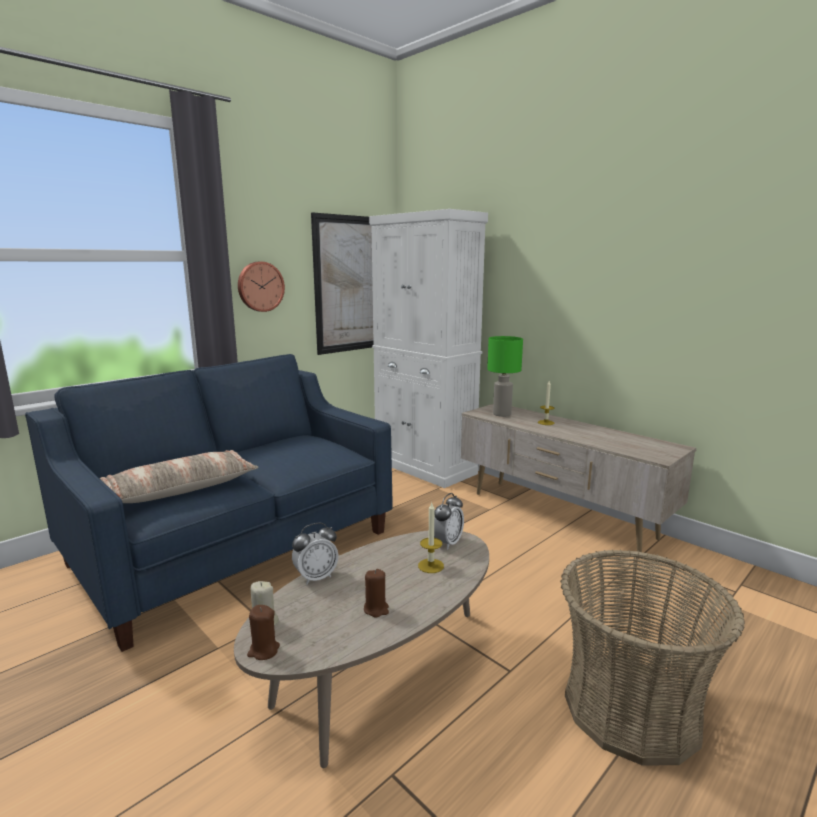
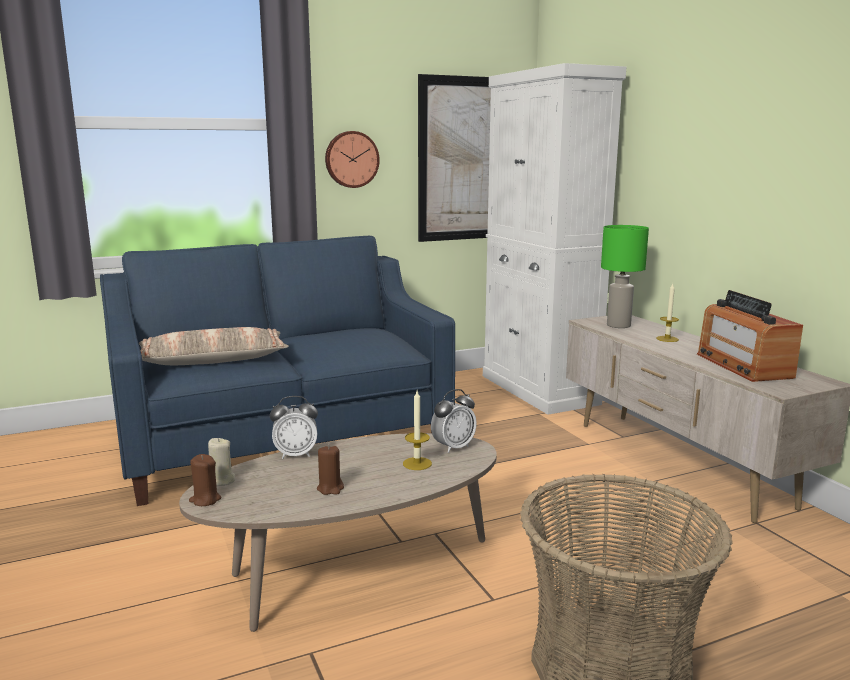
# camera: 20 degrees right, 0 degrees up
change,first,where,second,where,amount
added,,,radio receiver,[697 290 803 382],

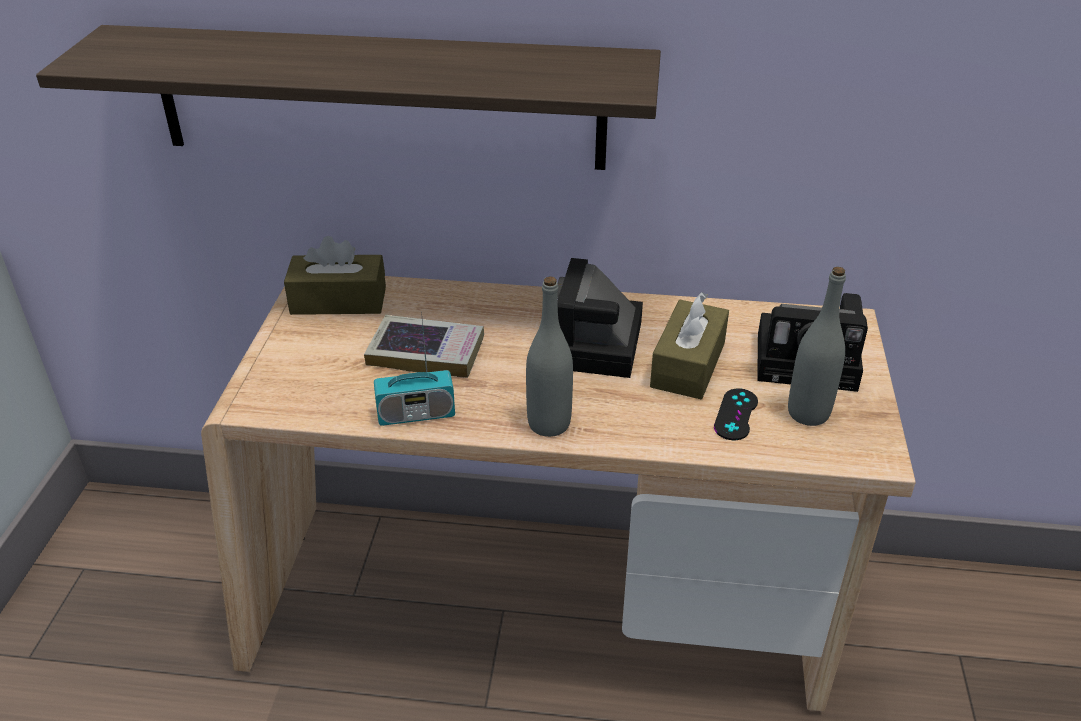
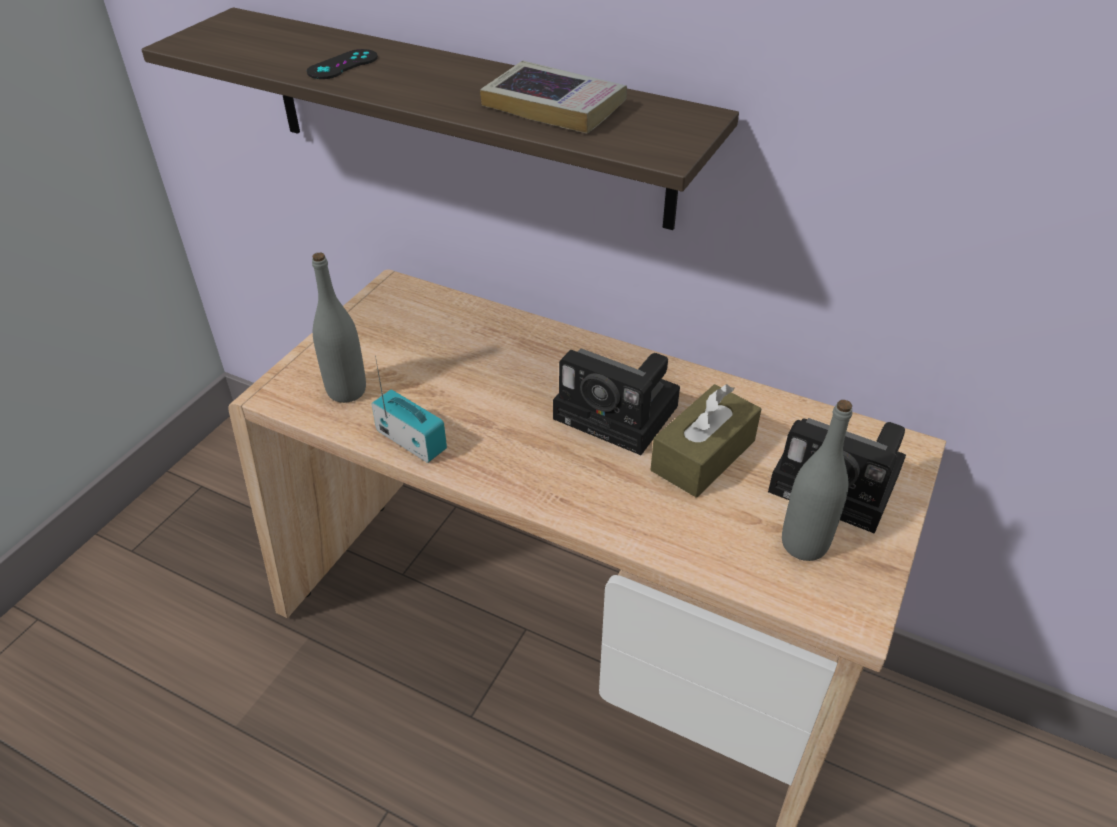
# camera: 20 degrees right, 5 degrees up
change,first,where,second,where,amount
removed,tissue box in brownish,[284 236 386 315],,,
turned,still camera,[557 258 643 378],,[553 348 680 455],90 degrees counterclockwise
moved,beverage bottle in grey,[526 276 573 437],,[312 252 366 403],
turned,radio receiver,[374 311 455 426],,[371 355 447 463],150 degrees counterclockwise
moved,book,[364 315 484 378],,[480 61 627 134],
moved,joypad in black-coloured,[714 388 758 440],,[307 49 378 79],

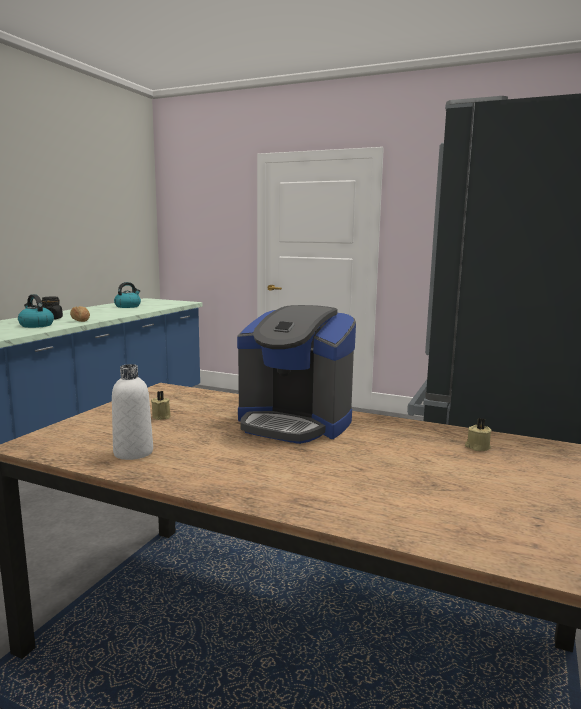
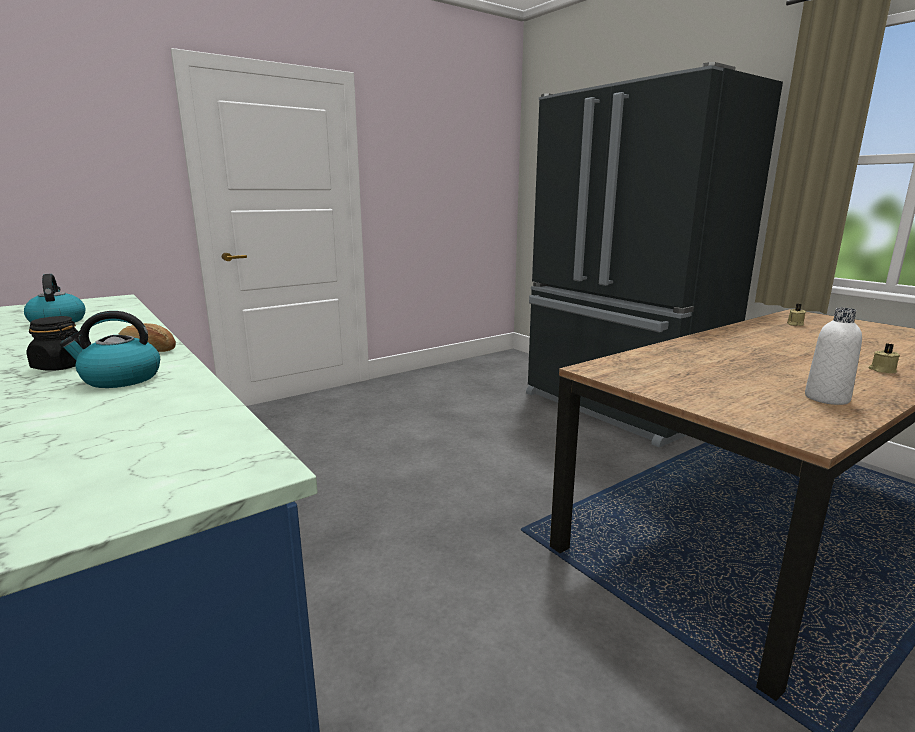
# camera: 60 degrees left, 5 degrees up
change,first,where,second,where,amount
removed,coffee machine,[237 305 356 444],,,
moved,candle in beige,[151 391 171 420],,[868 343 900 373],

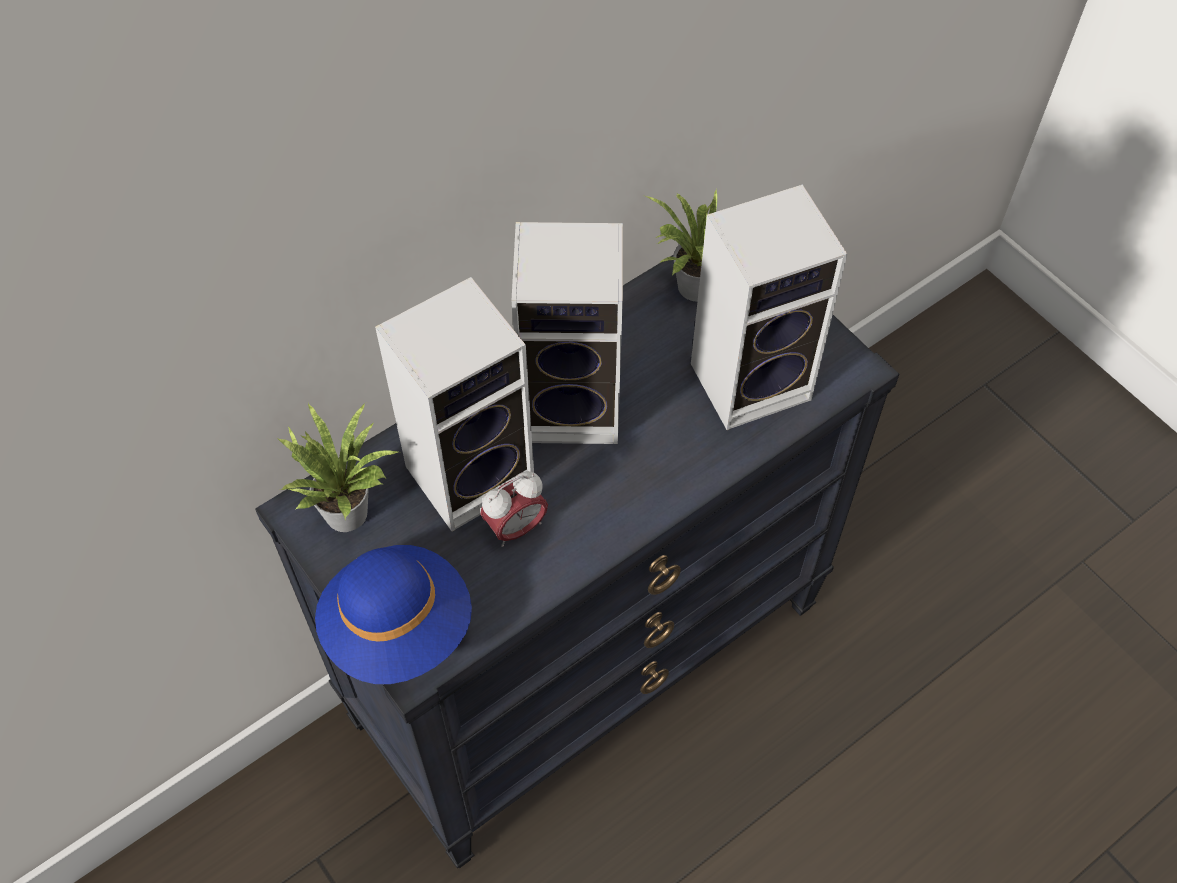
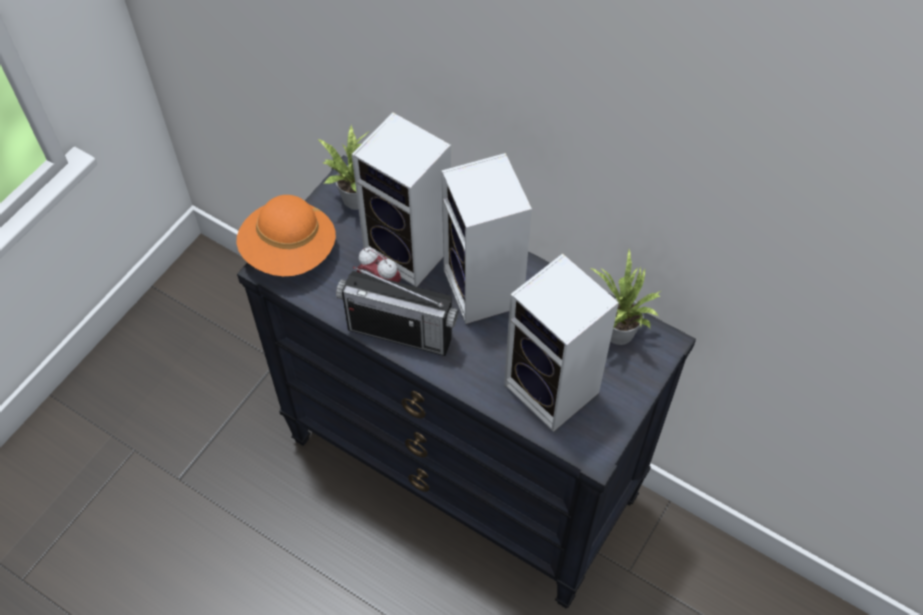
# camera: 70 degrees right, 0 degrees up
change,first,where,second,where,amount
recoloured,clothing hat in blue,[315 545 472 684],clothing hat in orange,[237 195 336 276],
added,,,radio receiver,[336 266 458 356],

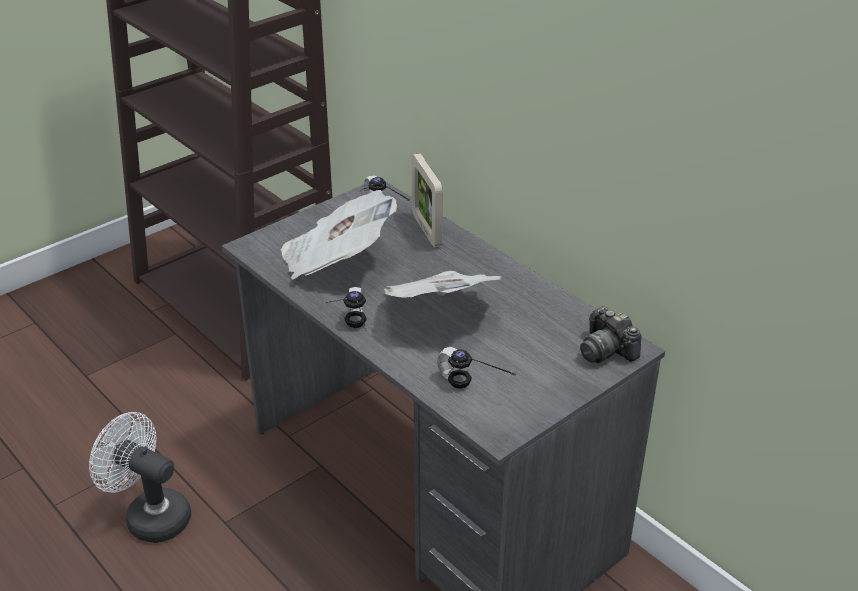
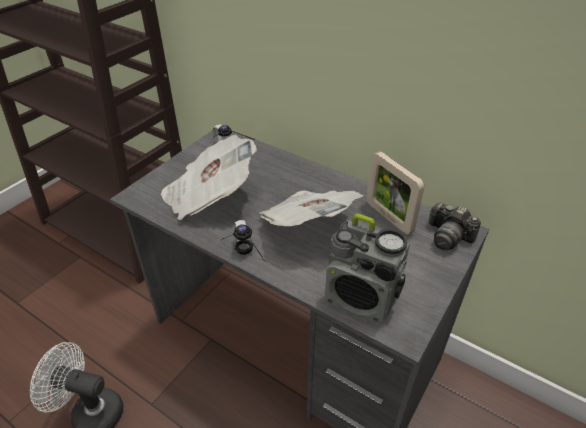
# camera: 15 degrees left, 5 degrees up
change,first,where,second,where,amount
moved,standing frame,[411 153 443 247],,[367 151 425 234],
replaced,headphones,[437 347 516 389],radio receiver,[325 214 410 323],

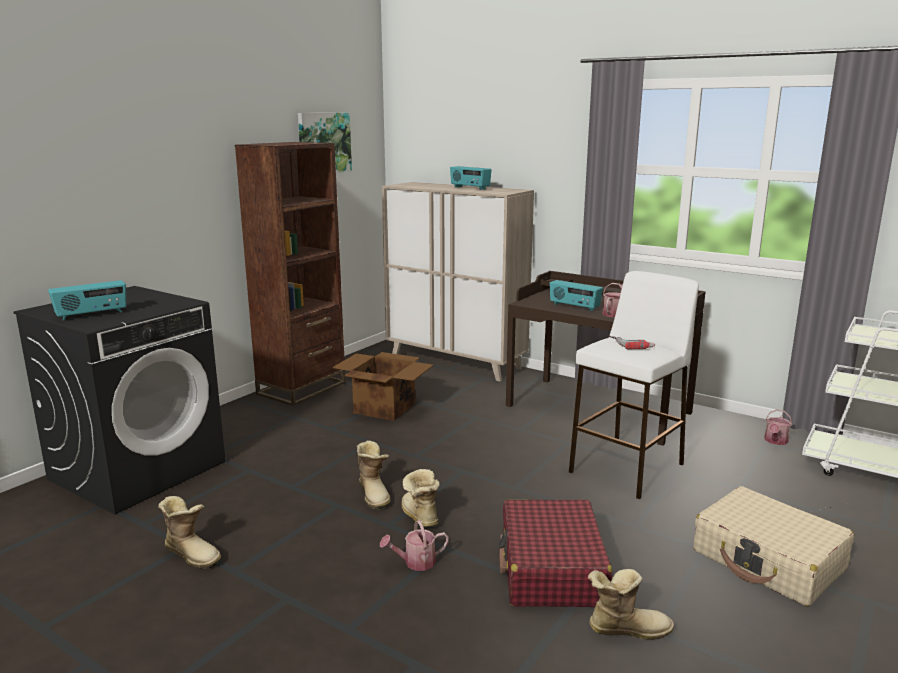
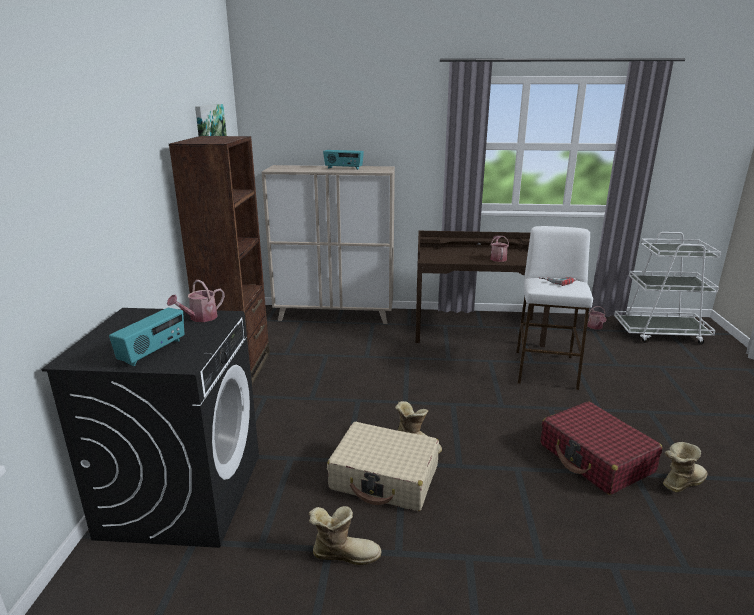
# camera: 30 degrees left, 5 degrees up
change,first,where,second,where,amount
removed,radio receiver,[549 280 603 312],,,
removed,packing box,[333 352 434 421],,,
removed,boot,[401 469 440 527],,,
moved,piece of luggage in beige,[694 486 854 606],,[327 422 439 511],
moved,watering pot,[380 520 449 571],,[167 280 225 322],

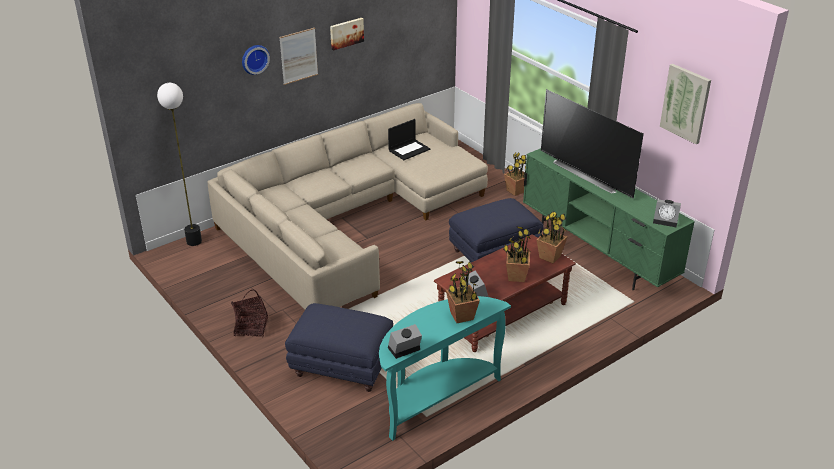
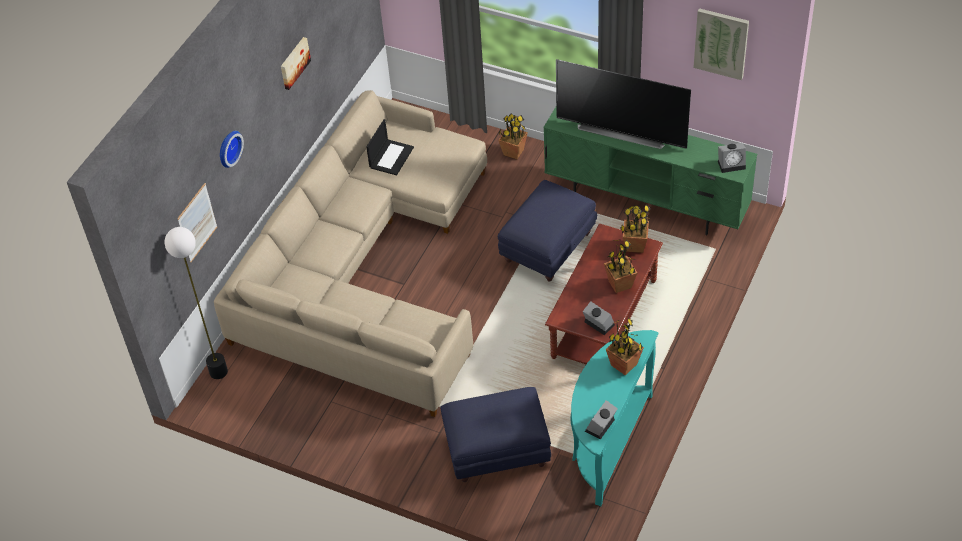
# camera: 25 degrees left, 15 degrees up
change,first,where,second,where,amount
moved,picture,[279 28 318 85],,[177 183 217 262],
removed,household basket,[231 290 268 337],,,

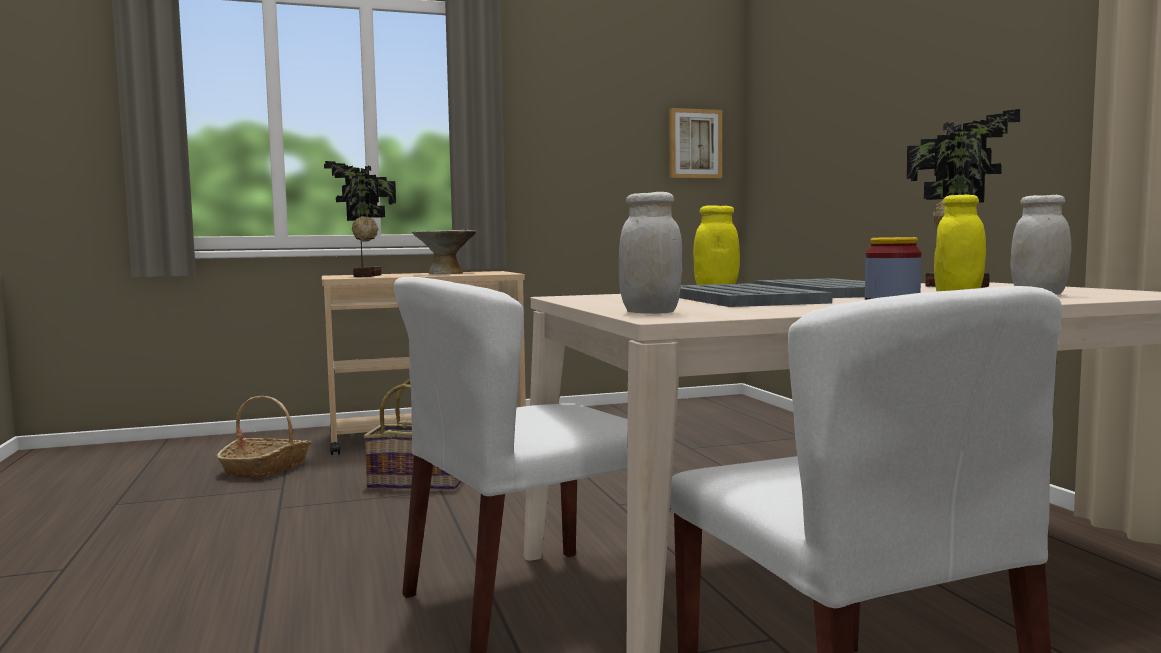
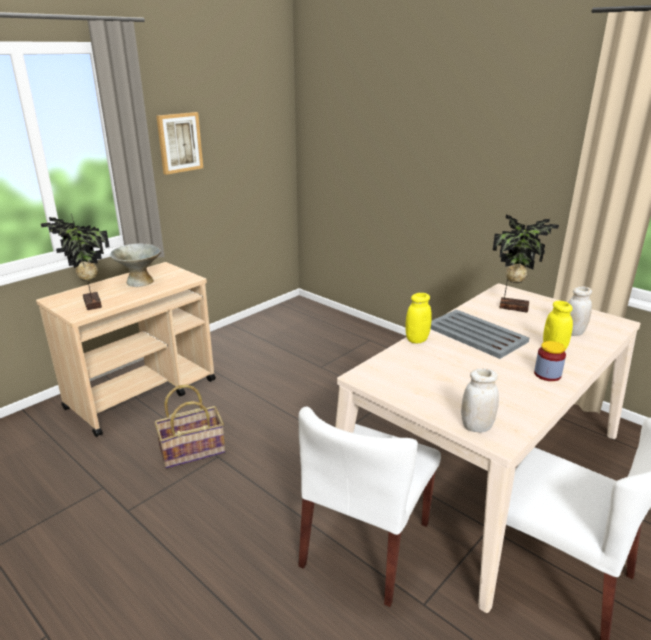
# camera: 30 degrees left, 20 degrees up
change,first,where,second,where,amount
moved,picture,[669 108 722 179],,[156 112 203 175],
removed,serving tray in grey,[679 283 832 307],,,
removed,household basket,[217 396 312 479],,,

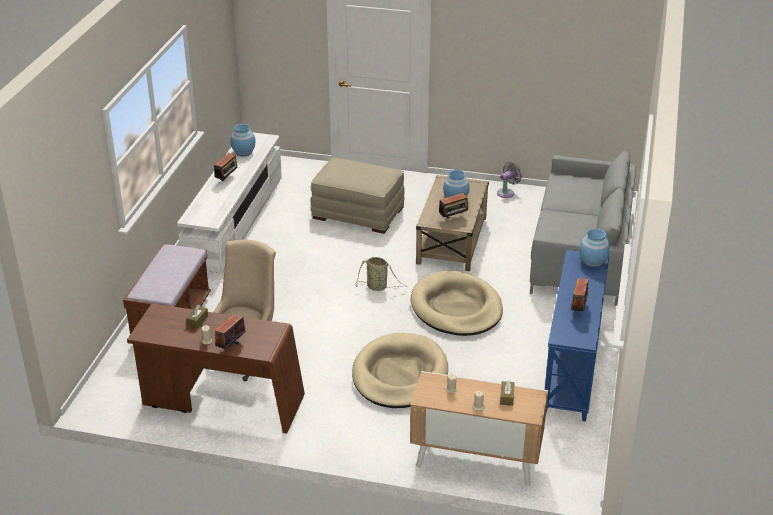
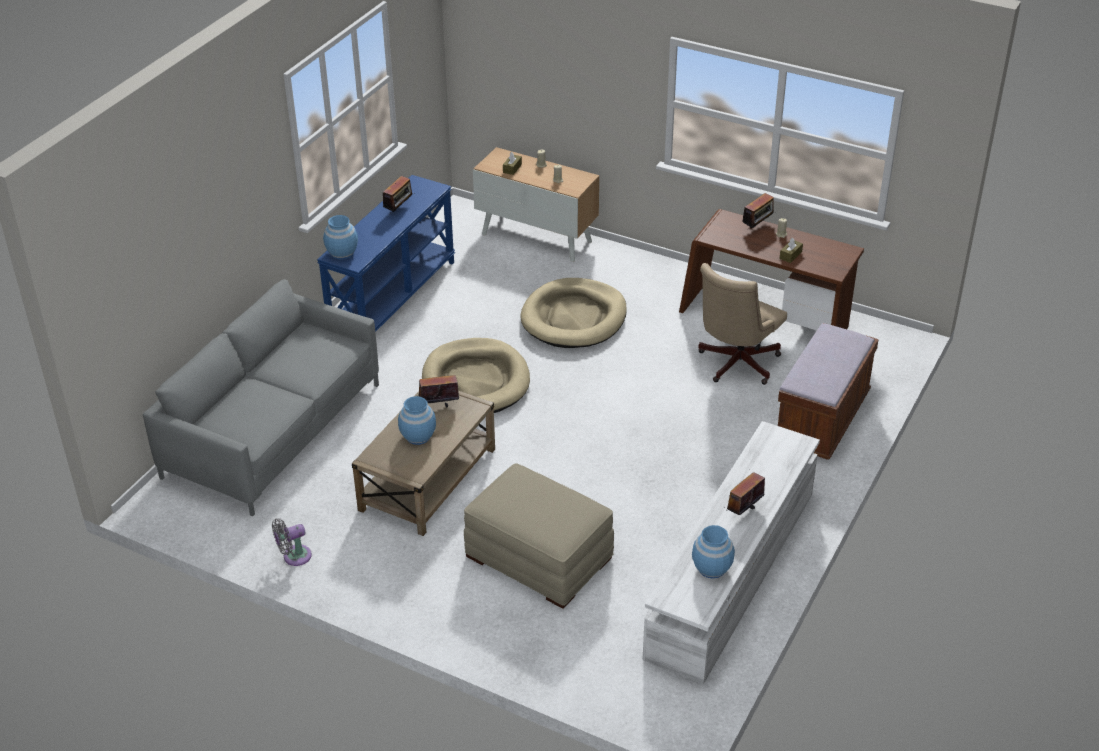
# camera: 165 degrees left, 5 degrees up
change,first,where,second,where,amount
removed,household basket,[356 257 407 291],,,

